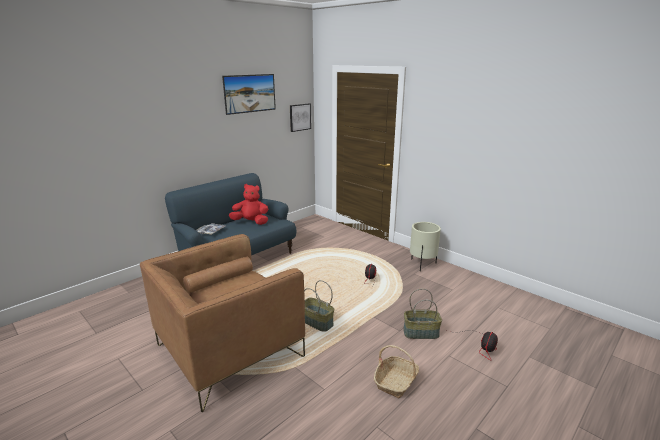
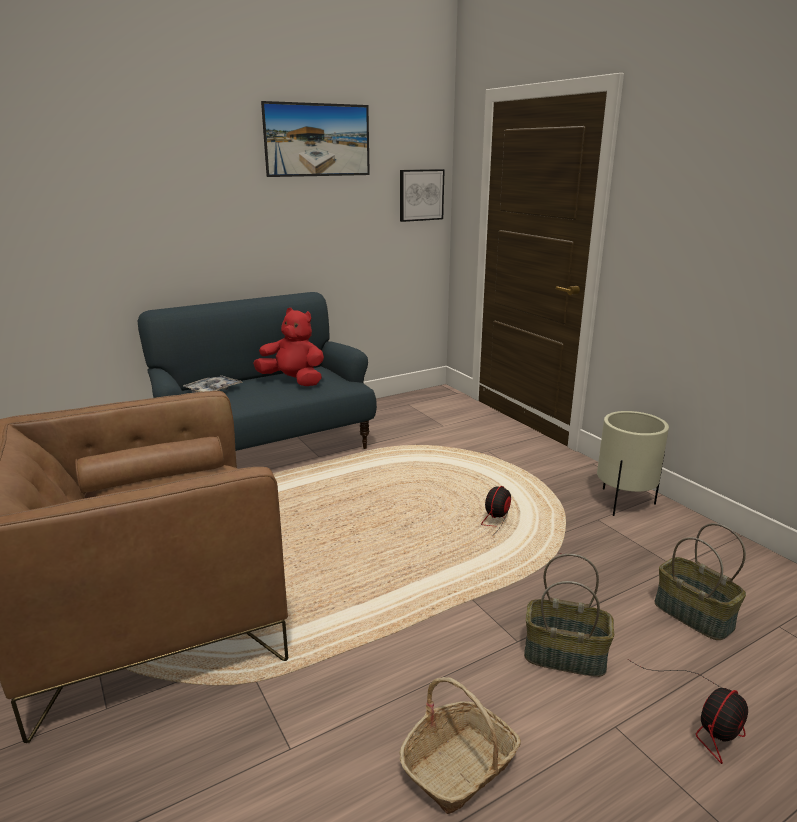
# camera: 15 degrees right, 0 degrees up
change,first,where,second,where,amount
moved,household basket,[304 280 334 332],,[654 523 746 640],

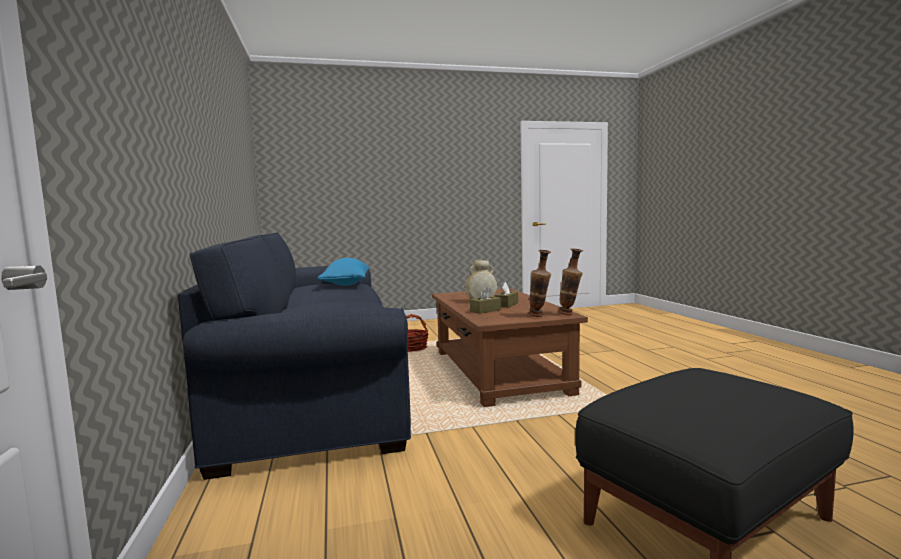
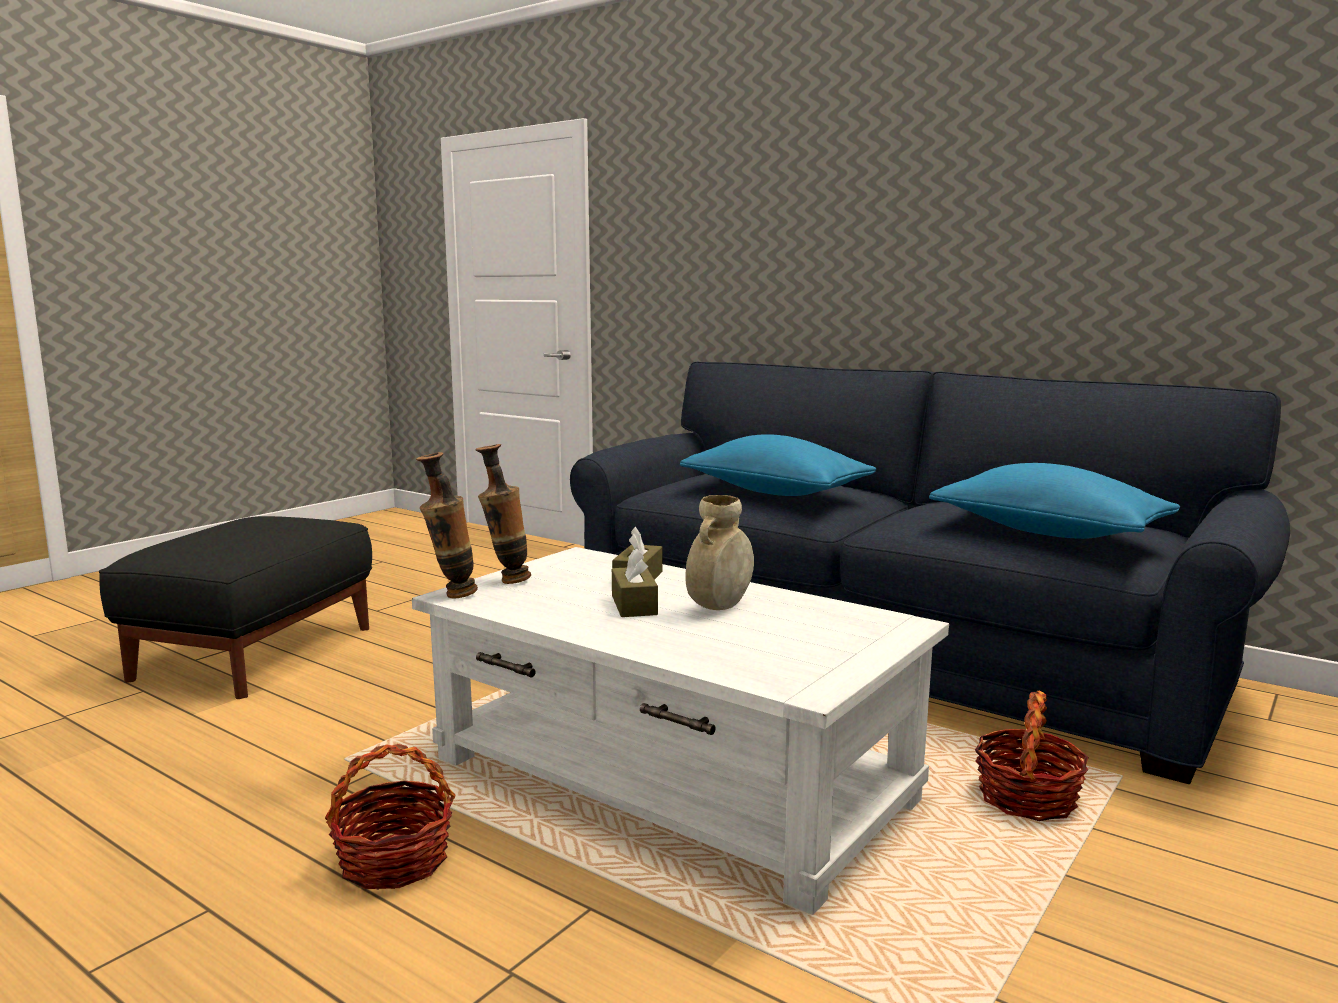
# camera: 140 degrees right, 5 degrees up
change,first,where,second,where,amount
recoloured,coffee table in brownish,[432 288 588 407],coffee table in white-coloured,[412 547 949 915],
added,,,pillow in blue,[680 434 876 496],
added,,,household basket,[325 744 456 890],

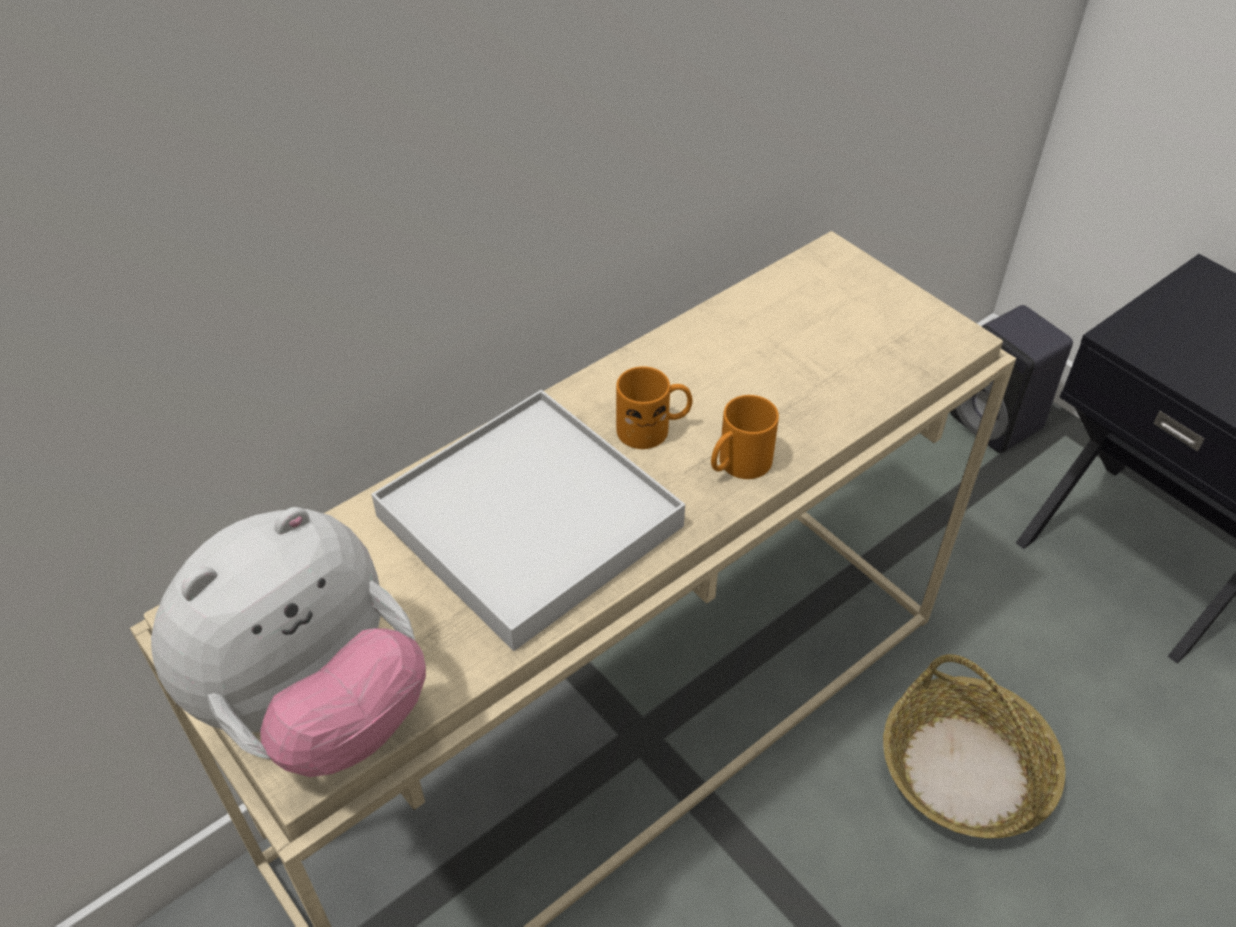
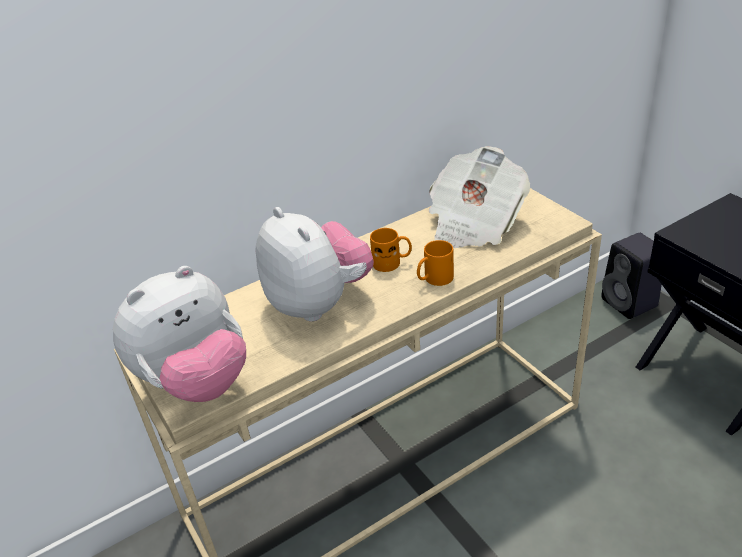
# camera: 10 degrees right, 10 degrees down
change,first,where,second,where,amount
replaced,serving tray in white-coloured,[371 390 685 651],cuddly toy,[256 207 374 322],
removed,household basket,[883 654 1066 839],,,
added,,,newspaper,[429 146 530 248],

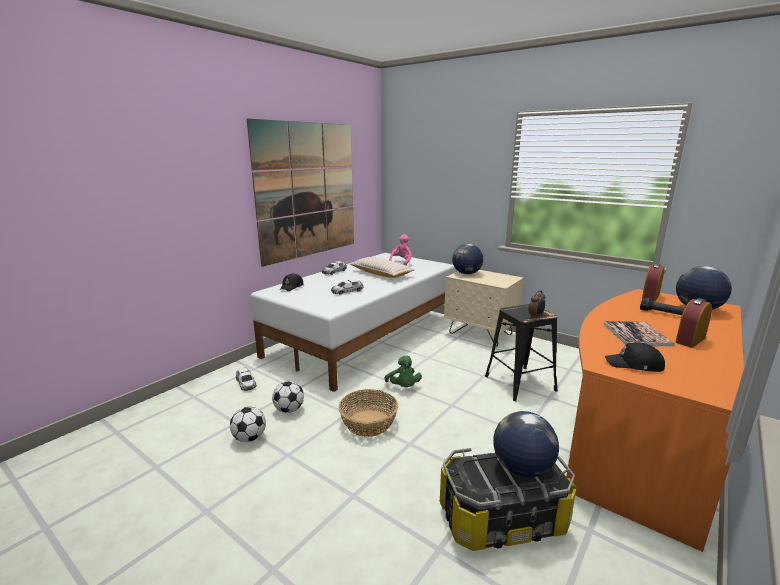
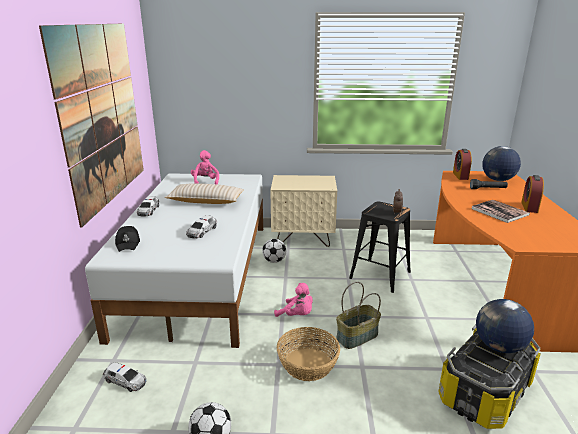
# camera: 35 degrees left, 5 degrees up
change,first,where,second,where,amount
removed,world globe,[452 244 483 275],,,
removed,peaked cap in black-coloured,[604 342 665 372],,,
recoloured,cuddly toy in green-coloured,[384 356 422 387],cuddly toy in pinkish,[274 283 313 317],
moved,football ball,[272 381 304 413],,[262 239 286 263],
added,,,household basket,[336 282 381 349],

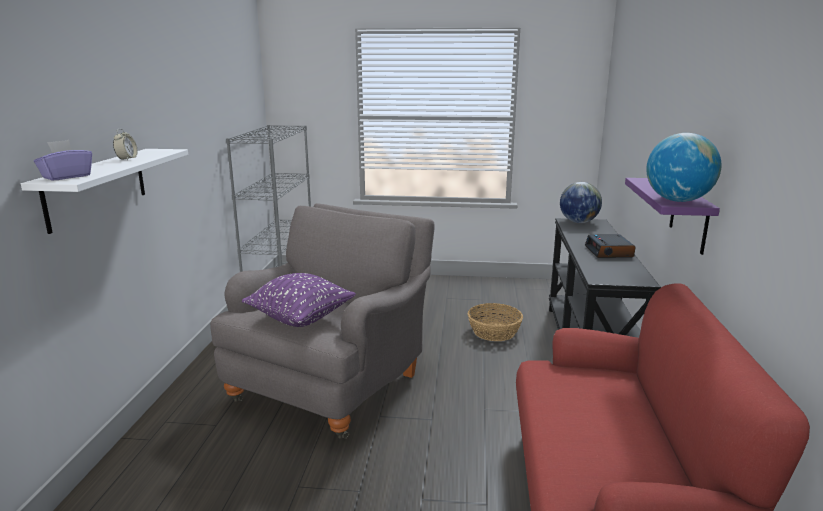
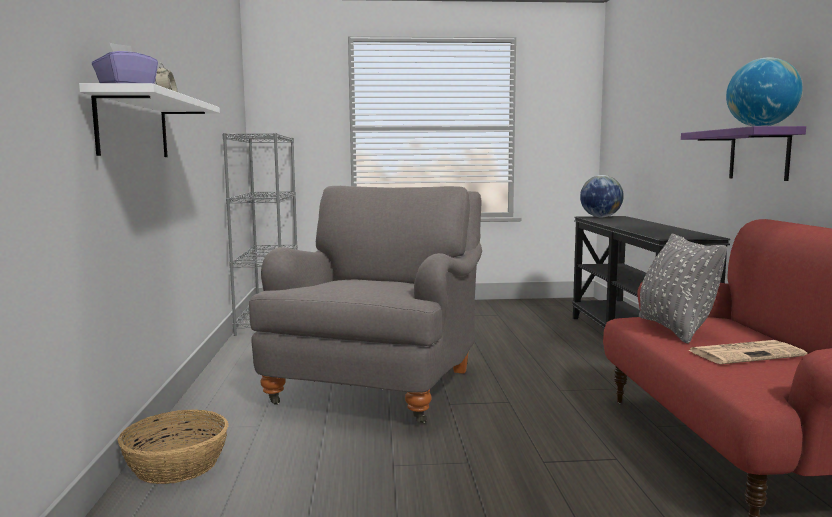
# camera: 10 degrees left, 10 degrees down
change,first,where,second,where,amount
removed,alarm clock,[585 234 635 258],,,
removed,pillow in purple-coloured,[242 273 356 327],,,
moved,household basket,[468 303 523 341],,[117 409 229 484],
added,,,pillow in grey,[639 234 727 344],
added,,,newspaper,[688 340 807 364],

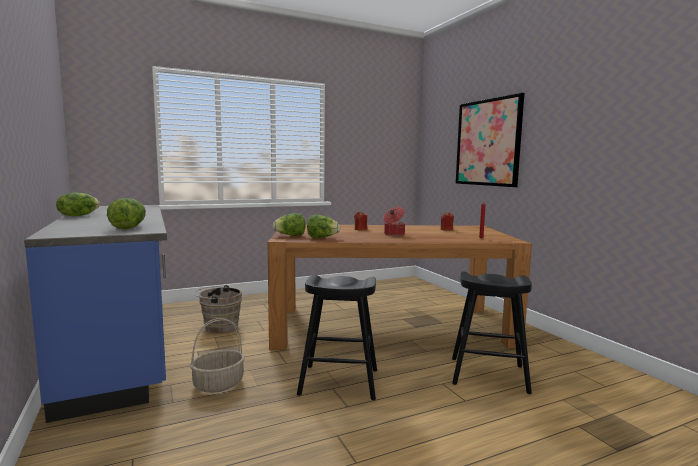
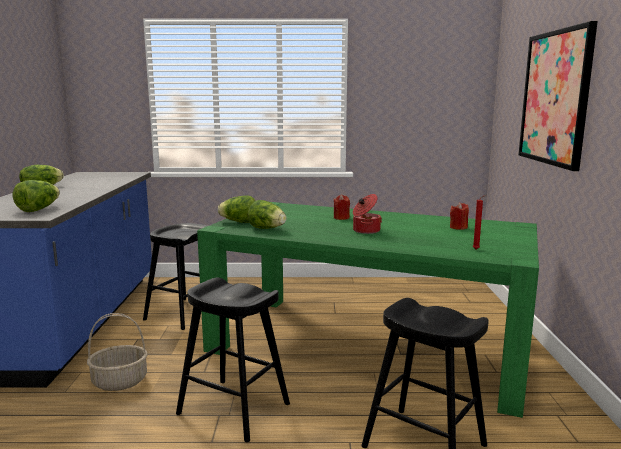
# camera: 25 degrees right, 5 degrees up
change,first,where,second,where,amount
recoloured,dinner table in brownish,[268 224 532 350],dinner table in green-coloured,[197 202 539 418],
replaced,pail in brownish,[194 285 242 333],stool in black-coloured,[143 223 209 330],

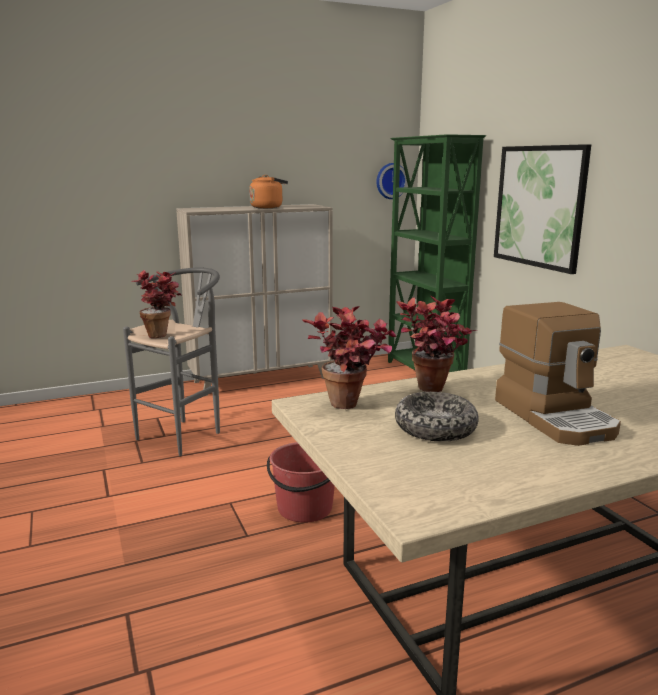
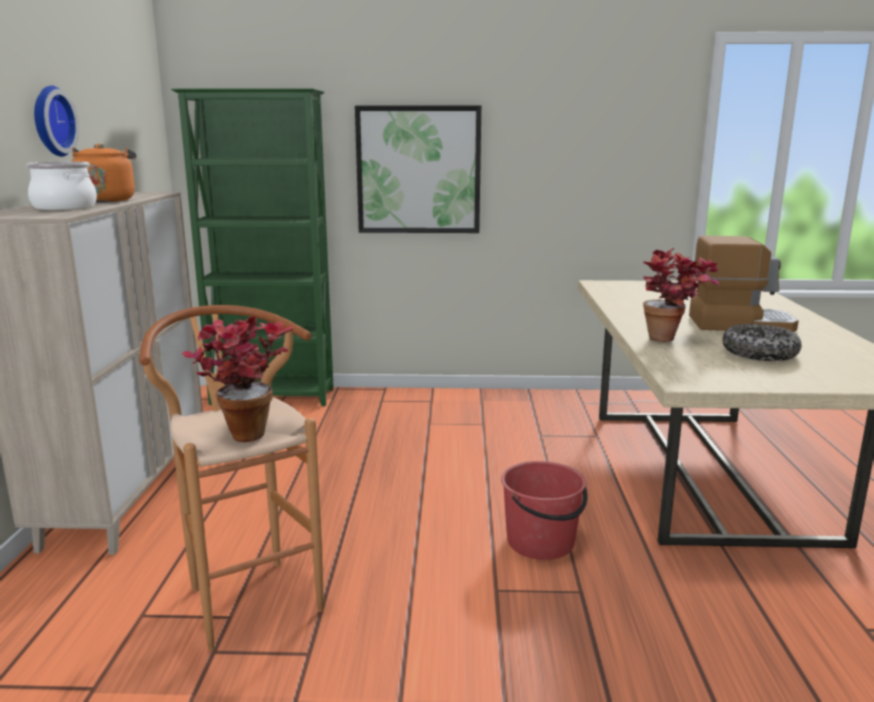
# camera: 65 degrees left, 0 degrees up
change,first,where,second,where,amount
moved,clock on the wall,[376 163 407 199],,[34 86 79 157],
recoloured,stool in grey,[123 268 220 456],stool in brownish,[139 305 324 651],
removed,potted plant,[302 306 397 409],,,
added,,,cooking pot,[26 162 97 210],

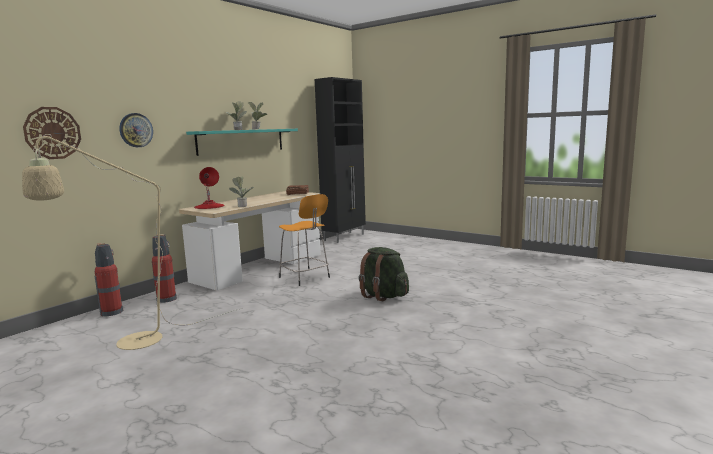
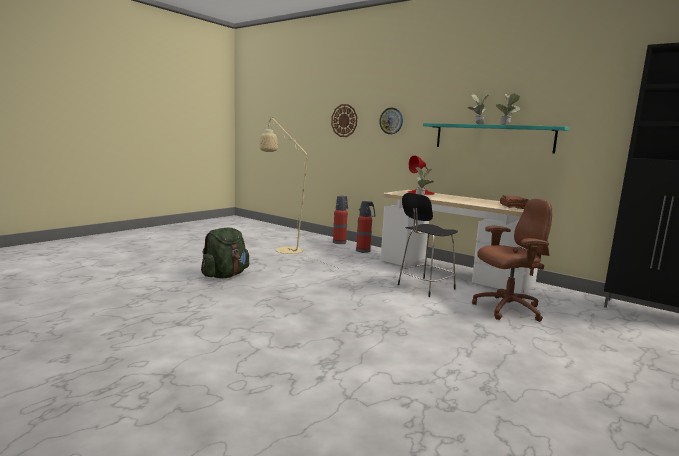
# camera: 90 degrees right, 0 degrees up
change,first,where,second,where,amount
recoloured,stool in orange,[279 194 330 286],stool in black-coloured,[398 193 458 297],
moved,rucksack in green-coloured,[358 247 409 301],,[201 228 249 278],
added,,,computer chair in brownish,[472 199 552 322],

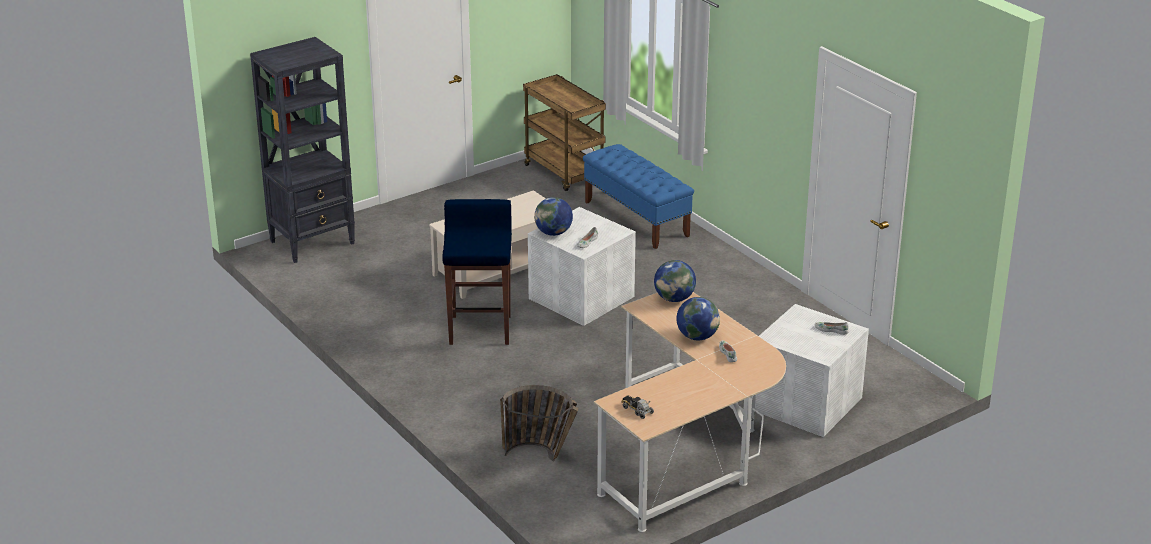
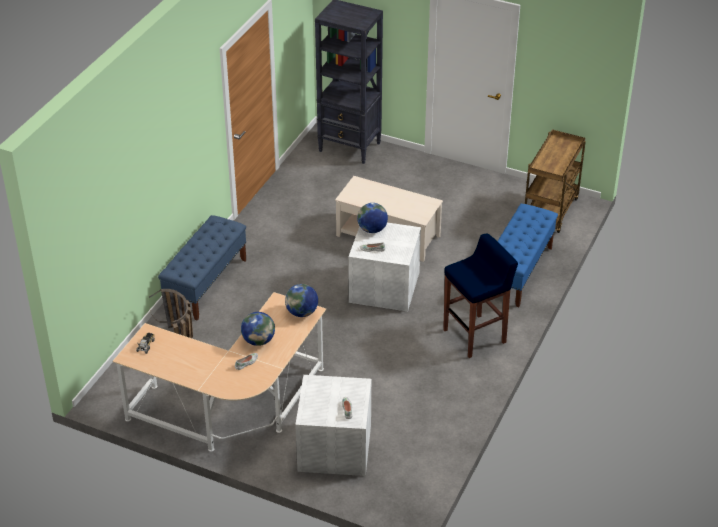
# camera: 60 degrees right, 10 degrees up
change,first,where,second,where,amount
moved,stool in blue,[442 199 512 345],,[443 233 518 358],
added,,,bench in blue,[158 215 246 321],

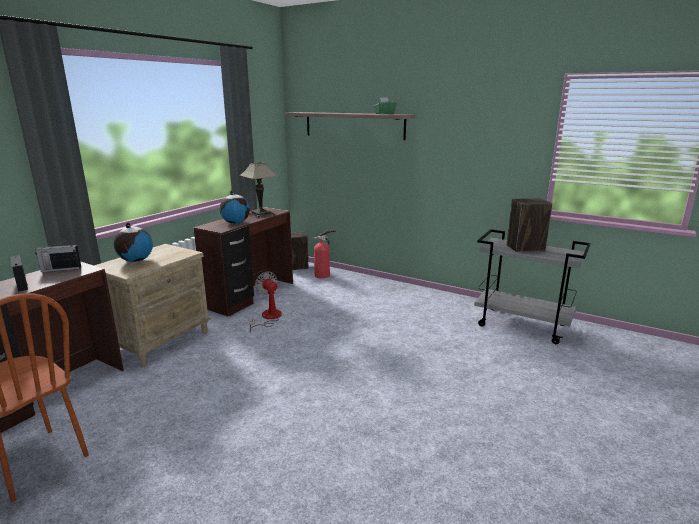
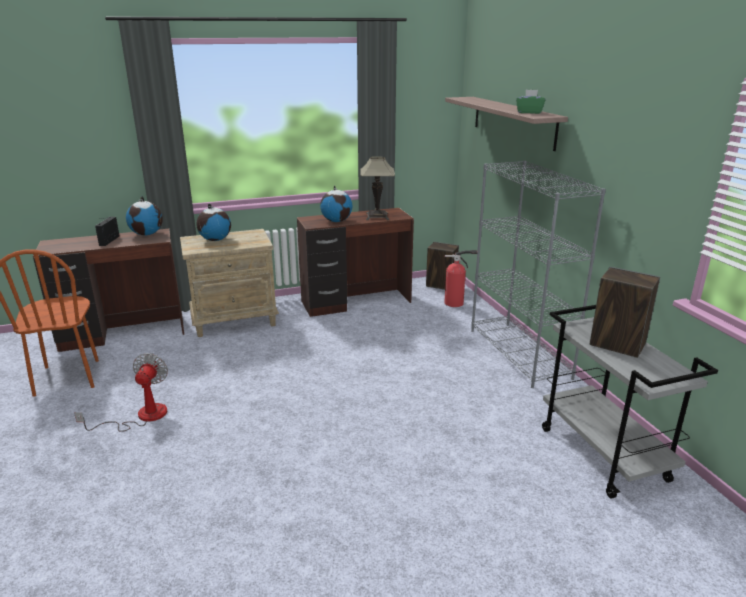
# camera: 40 degrees right, 5 degrees up
change,first,where,second,where,amount
replaced,radio receiver,[35 240 81 272],world globe,[126 196 163 236],
moved,electric fan,[249 271 282 333],,[74 353 168 432],
added,,,bookcase in grey,[471 161 606 388],

